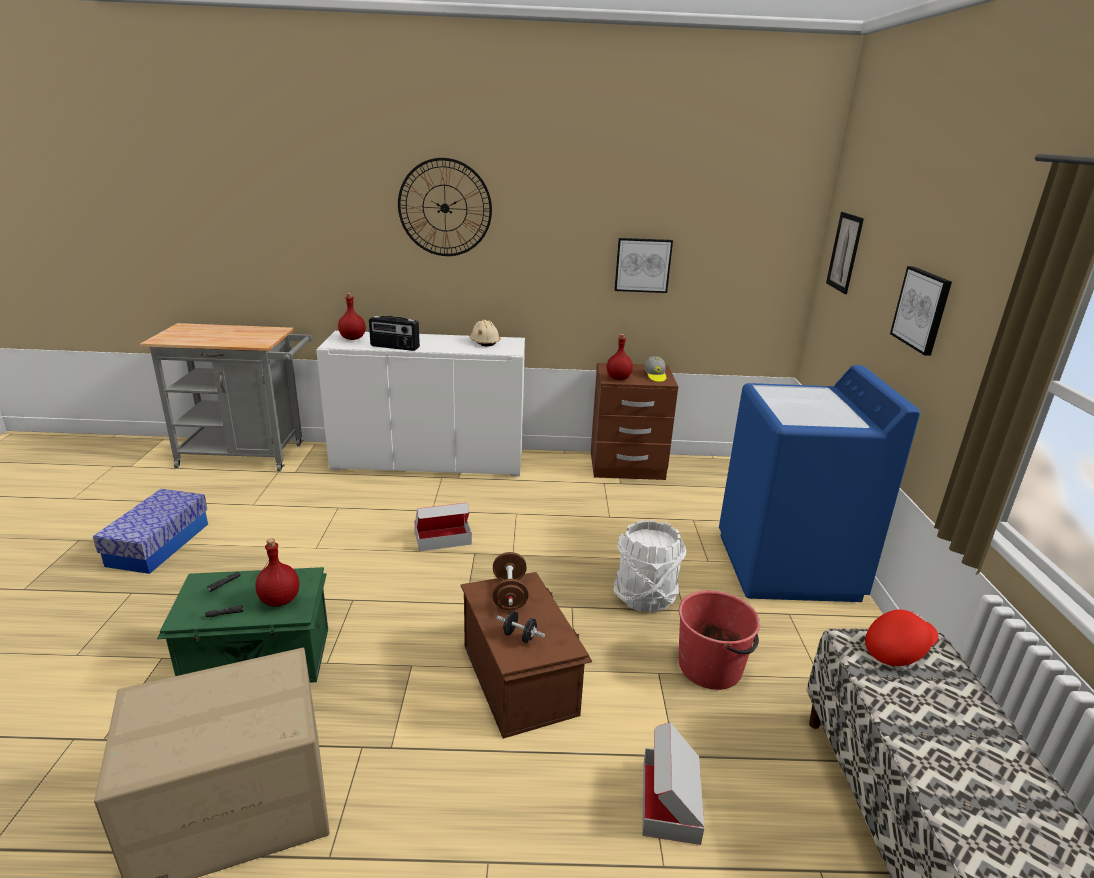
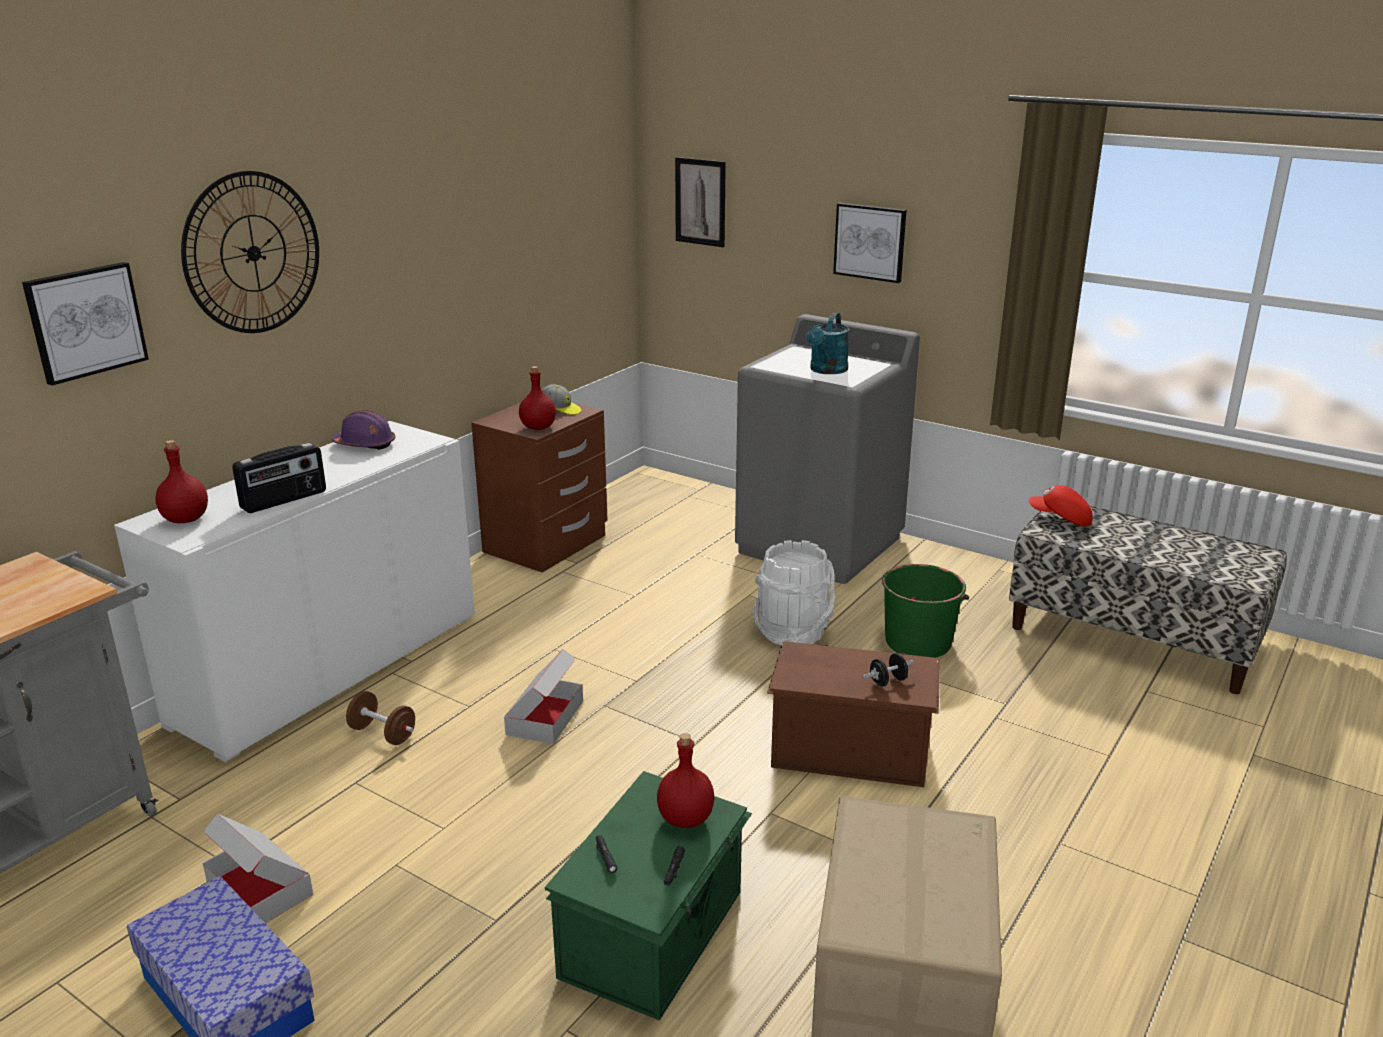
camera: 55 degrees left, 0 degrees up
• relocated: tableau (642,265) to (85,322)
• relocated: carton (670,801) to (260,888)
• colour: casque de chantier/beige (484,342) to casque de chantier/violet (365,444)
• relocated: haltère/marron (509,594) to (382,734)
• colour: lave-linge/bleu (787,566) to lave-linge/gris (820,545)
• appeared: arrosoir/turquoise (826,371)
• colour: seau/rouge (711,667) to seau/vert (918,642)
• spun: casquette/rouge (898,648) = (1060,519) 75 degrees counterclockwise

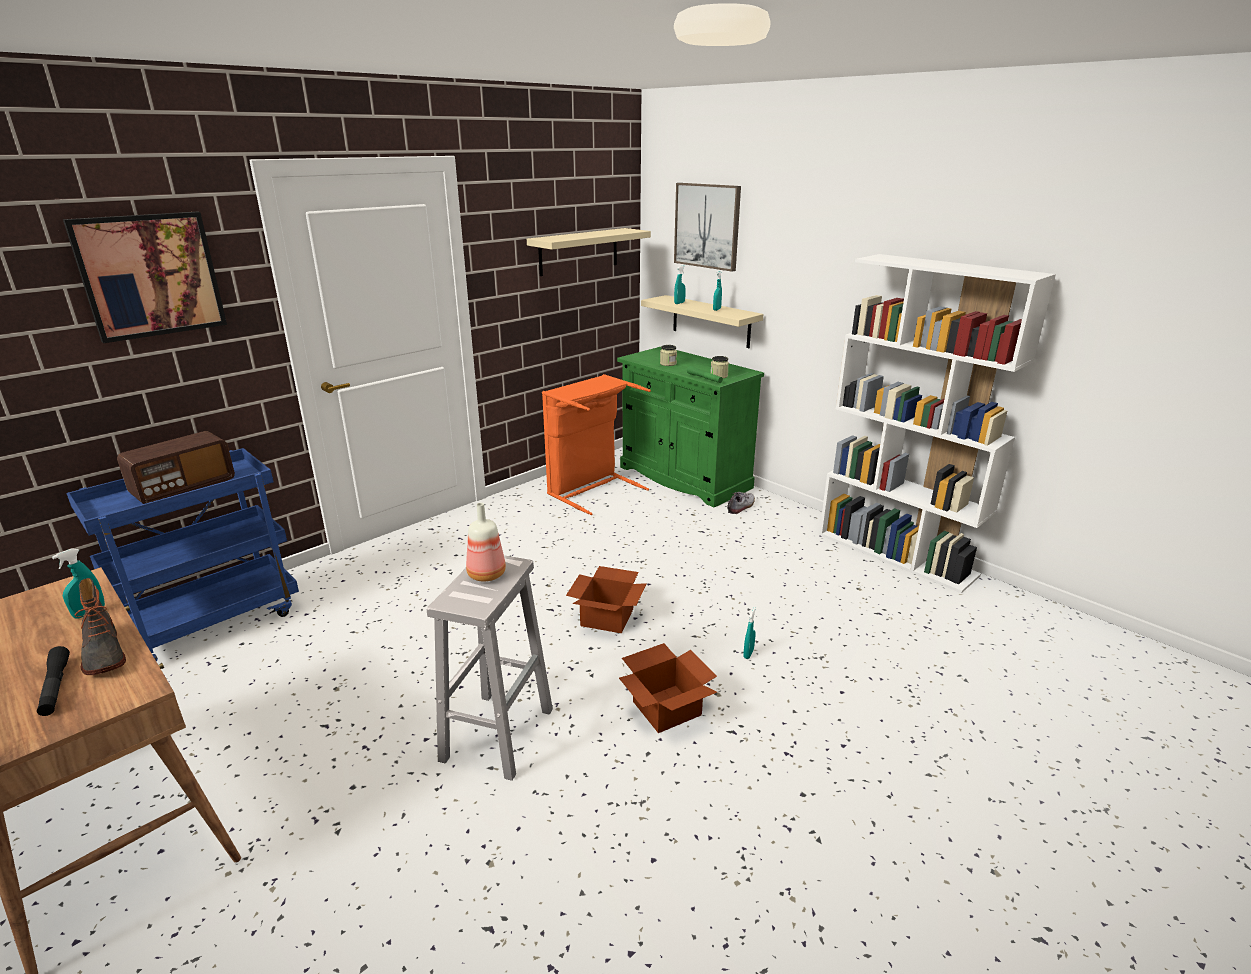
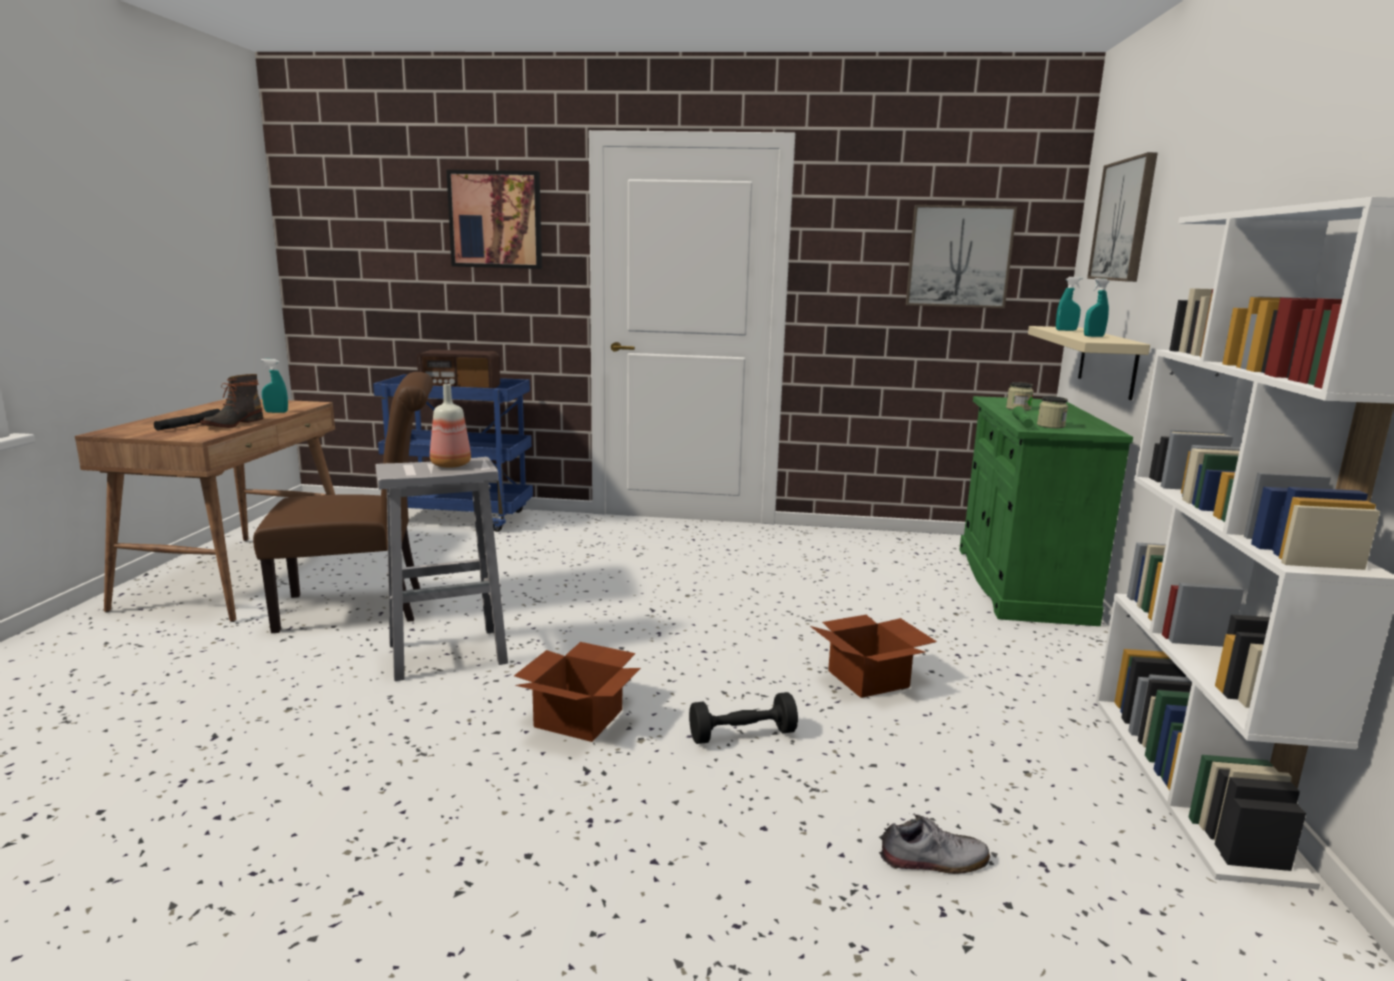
camera: 50 degrees right, 10 degrees down
• appeared: chaise/marron (362,607)
• exchanged: vaporisateur/turquoise (748,653) to haltère/noir (742,735)
• relocated: carton (608,617) to (870,679)
• relocated: chaussure (741,506) to (934,860)
• exchanged: étagère/beige (578,251) to tableau (959,257)
• missing: panier à linge/orange (591,489)

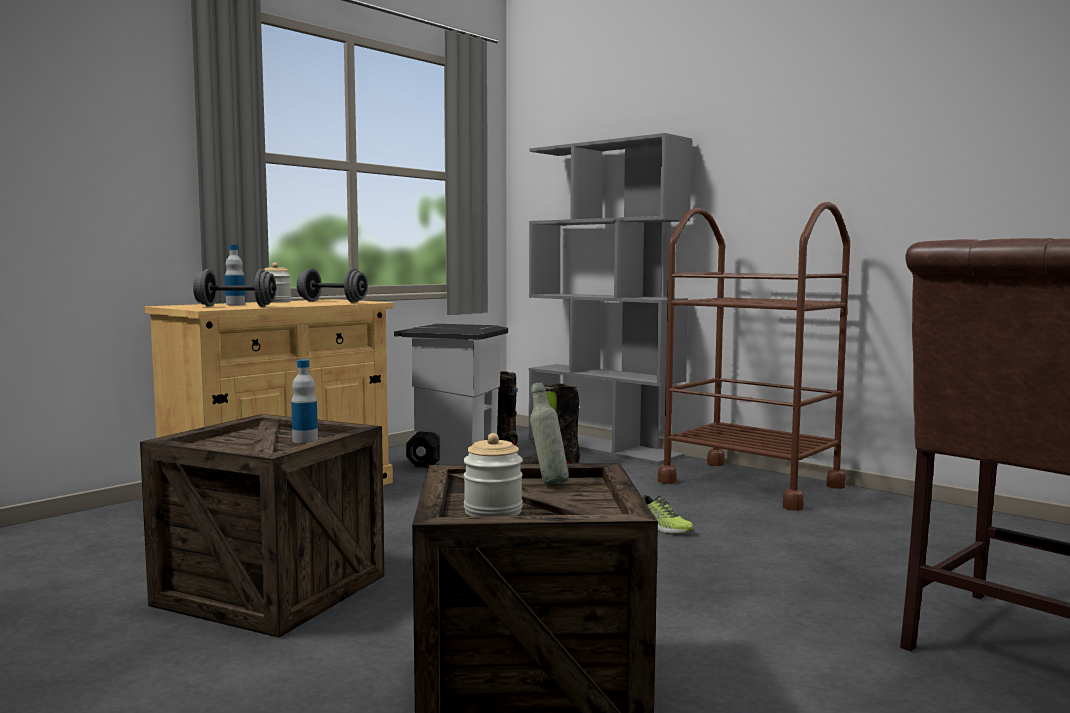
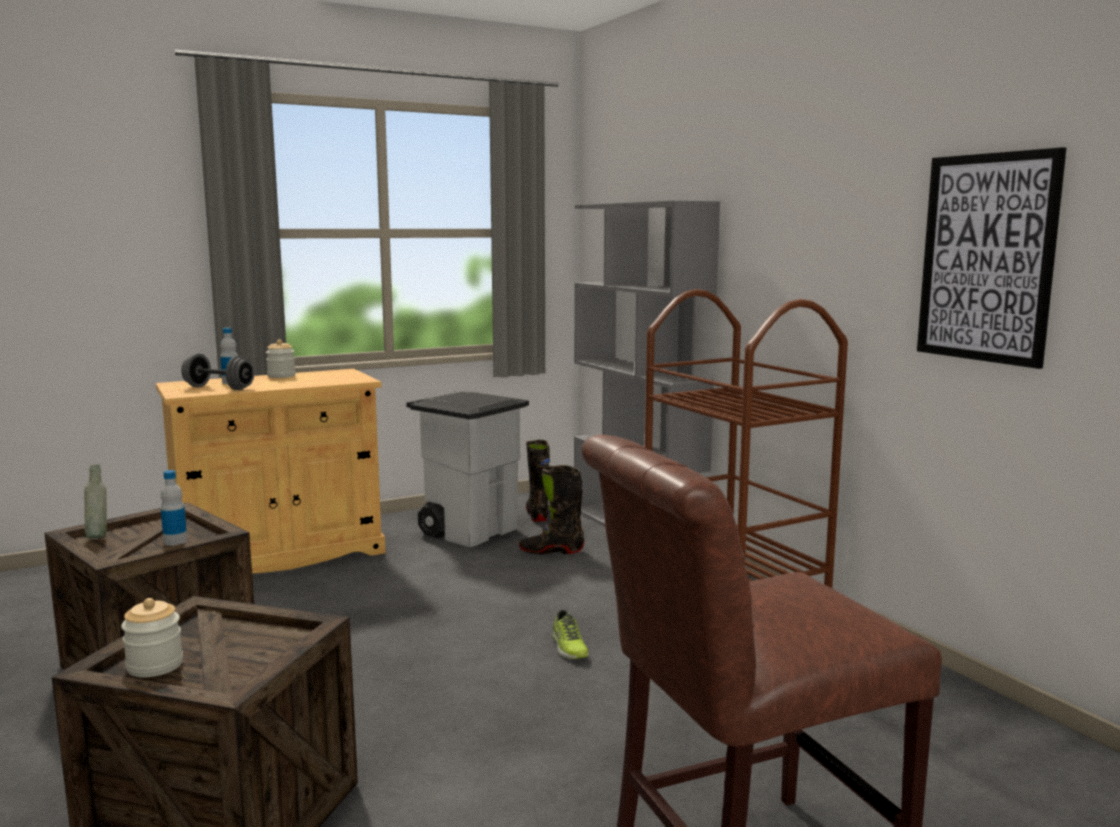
camera: 20 degrees right, 5 degrees up
• relocated: bouteille/gris (548,483) to (98,536)
• appeared: tableau (986,258)
• missing: haltère/gris (332,302)

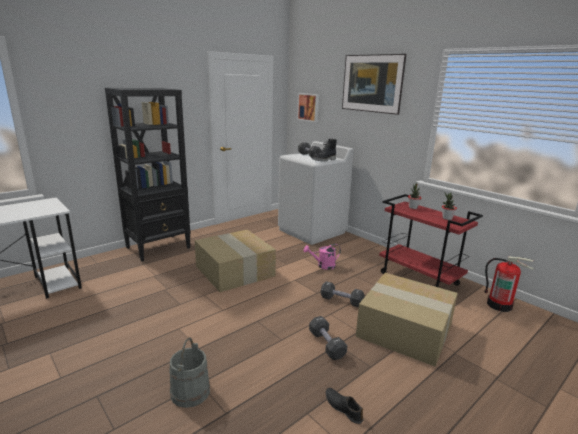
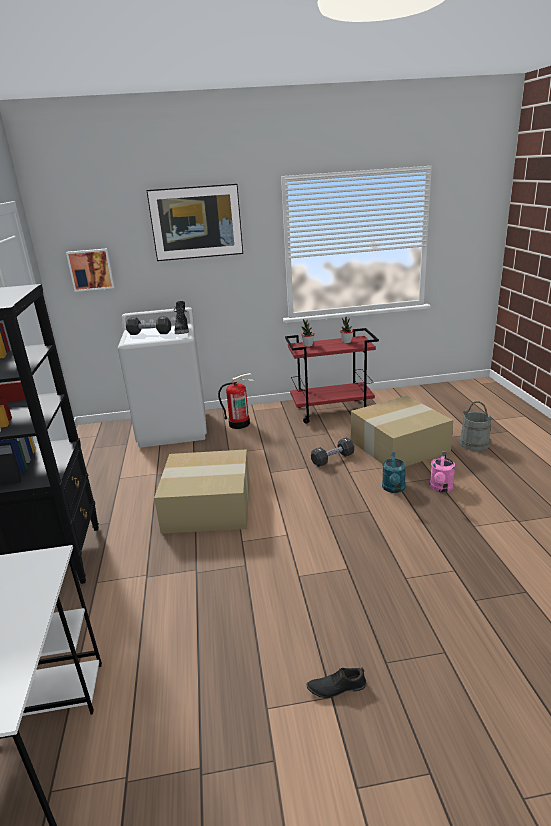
camera: 55 degrees left, 5 degrees up
• relocated: extincteur (499,305) to (239,424)
• relocated: chaussure/noir (343,407) to (336,687)
• exchanged: haltère/noir (326,345) to arrosoir/turquoise (393,489)
• relocated: arrosoir/rose (323,266) to (441,488)
• relocated: seau/gris (190,392) to (474,443)

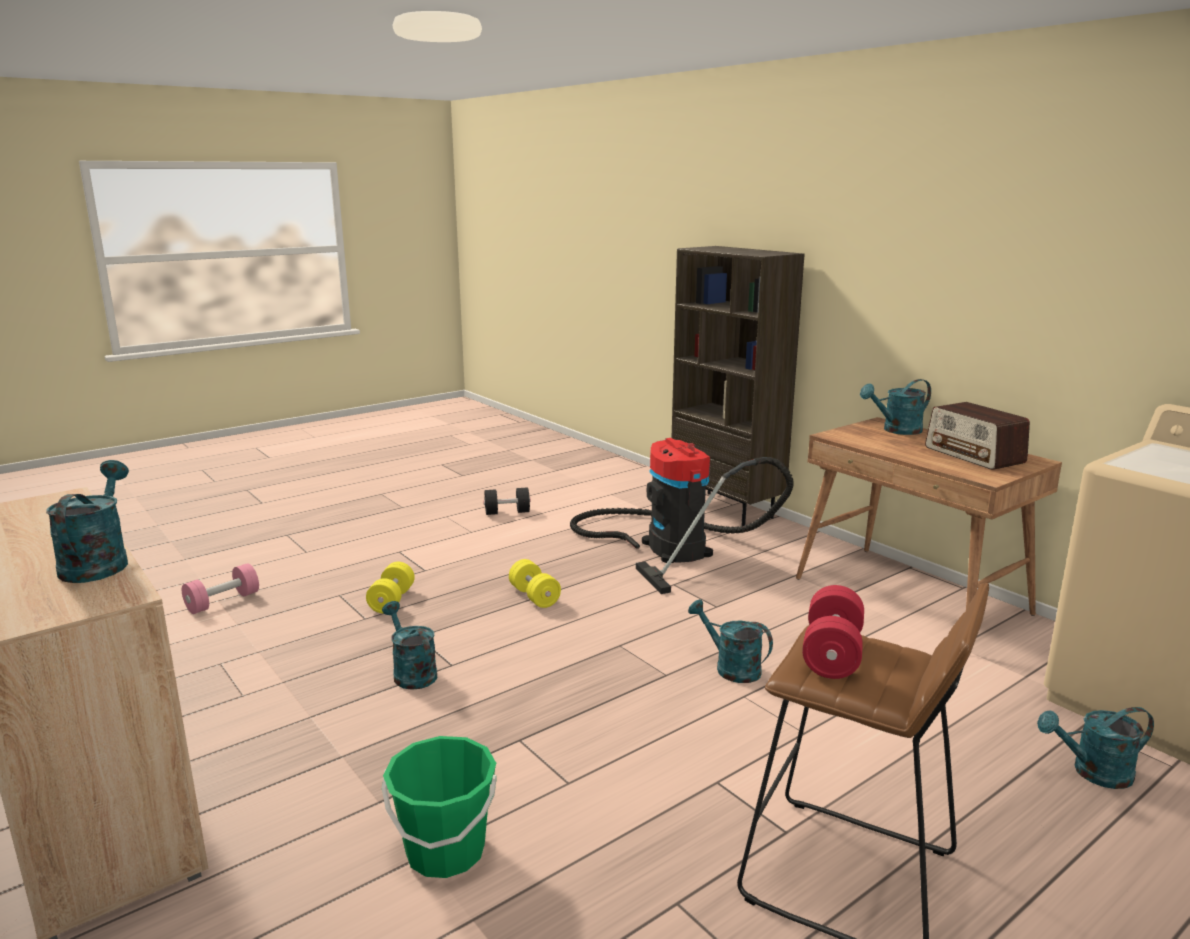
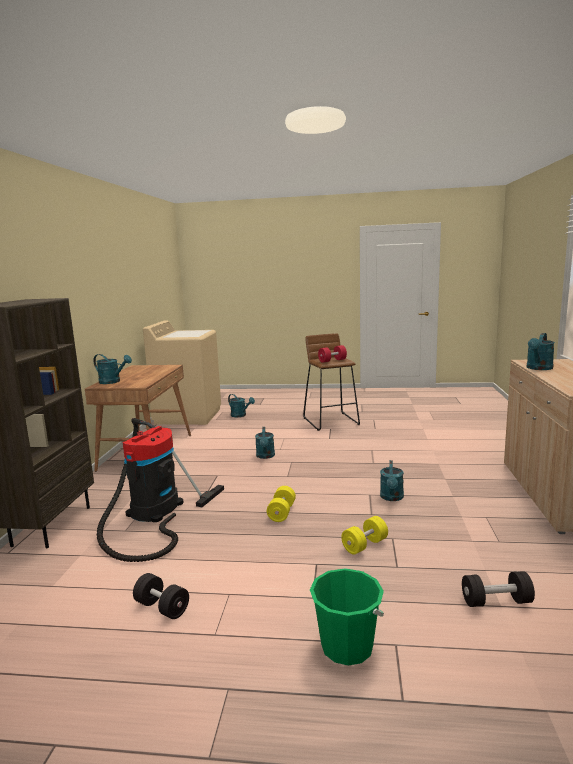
camera: 135 degrees left, 5 degrees down
• relocated: seau/vert (445,851) to (347,646)
• colour: haltère/rose (223,602) to haltère/noir (496,601)
• missing: radio (974,455)

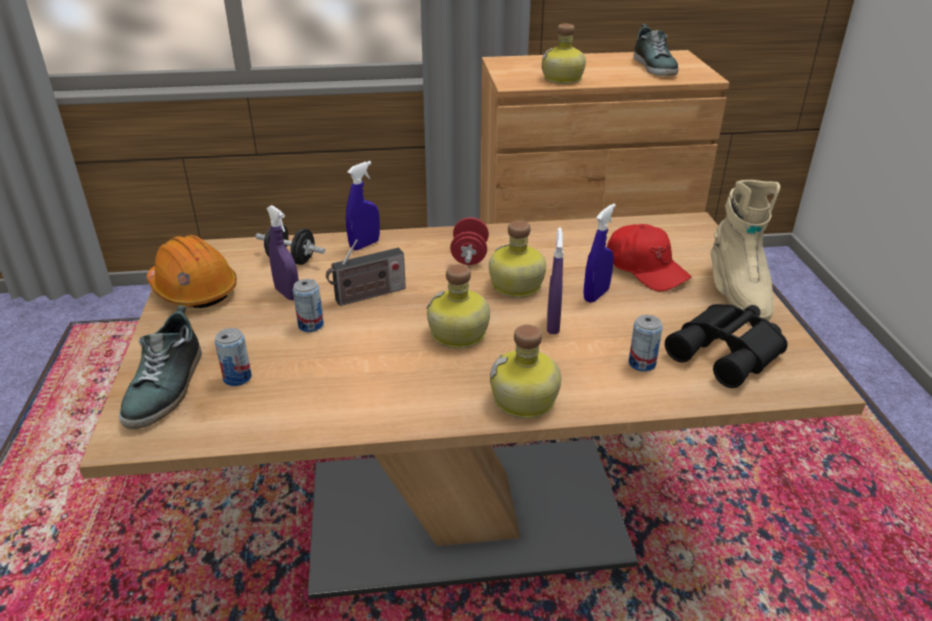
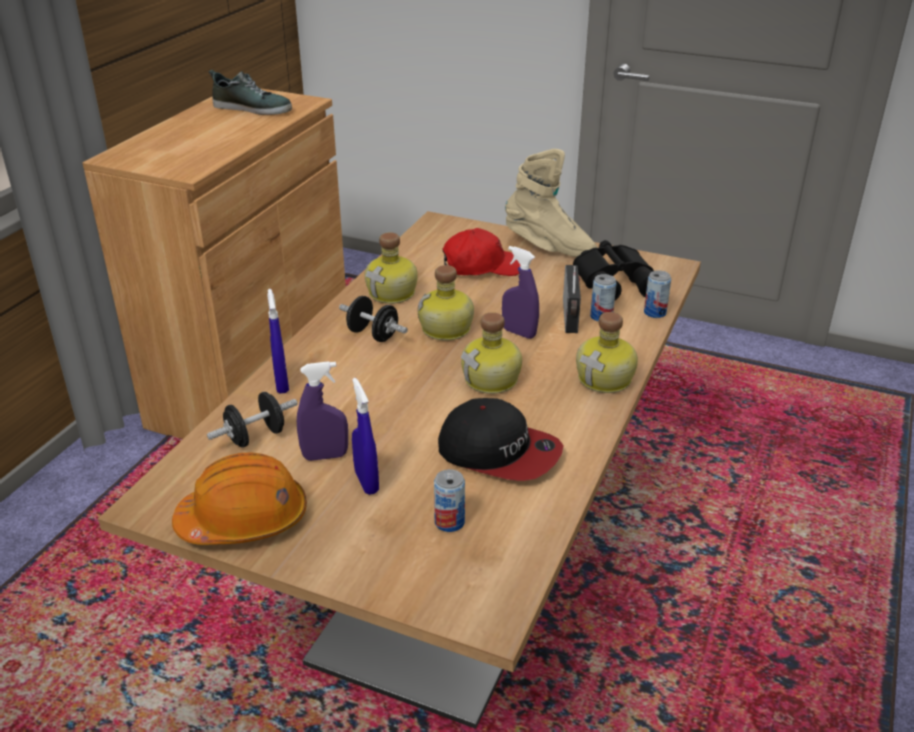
camera: 60 degrees left, 0 degrees up
• colour: haltère/rouge (469,256) to haltère/noir (373,335)
• relocated: vaporisateur/bleu (596,295) to (366,482)
• relocated: bouteille (563,79) to (393,293)
• appeared: casquette (499,452)
• relocated: radio (367,296) to (571,317)
• relocated: boîte métallique (311,325) to (655,312)
• missing: chaussure (166,386)

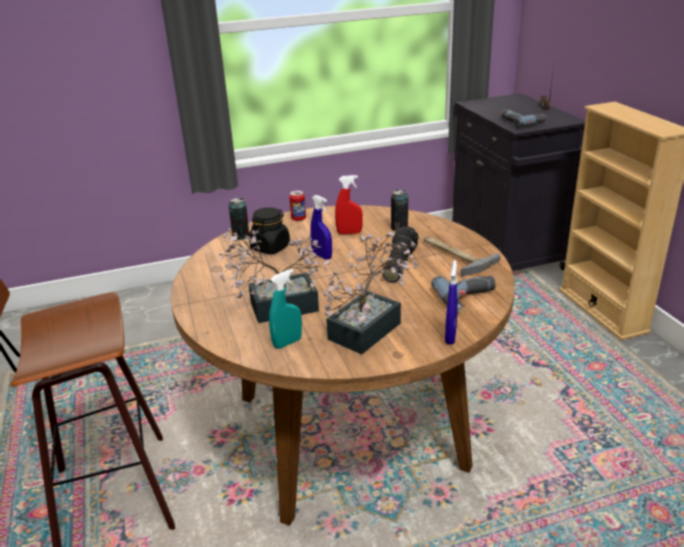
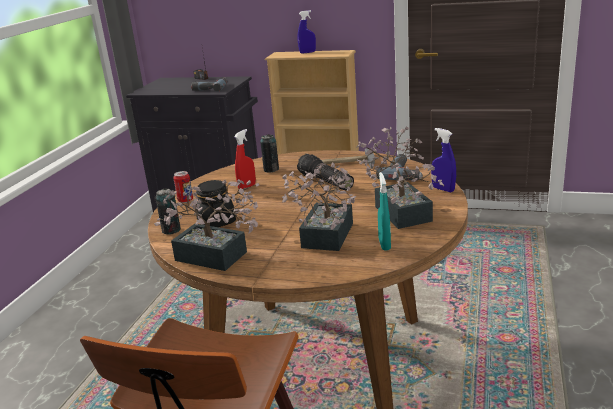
camera: 55 degrees left, 5 degrees down
• appeared: plante en pot (217,258)
• relocated: vaporisateur/bleu (322,256) to (307,52)

